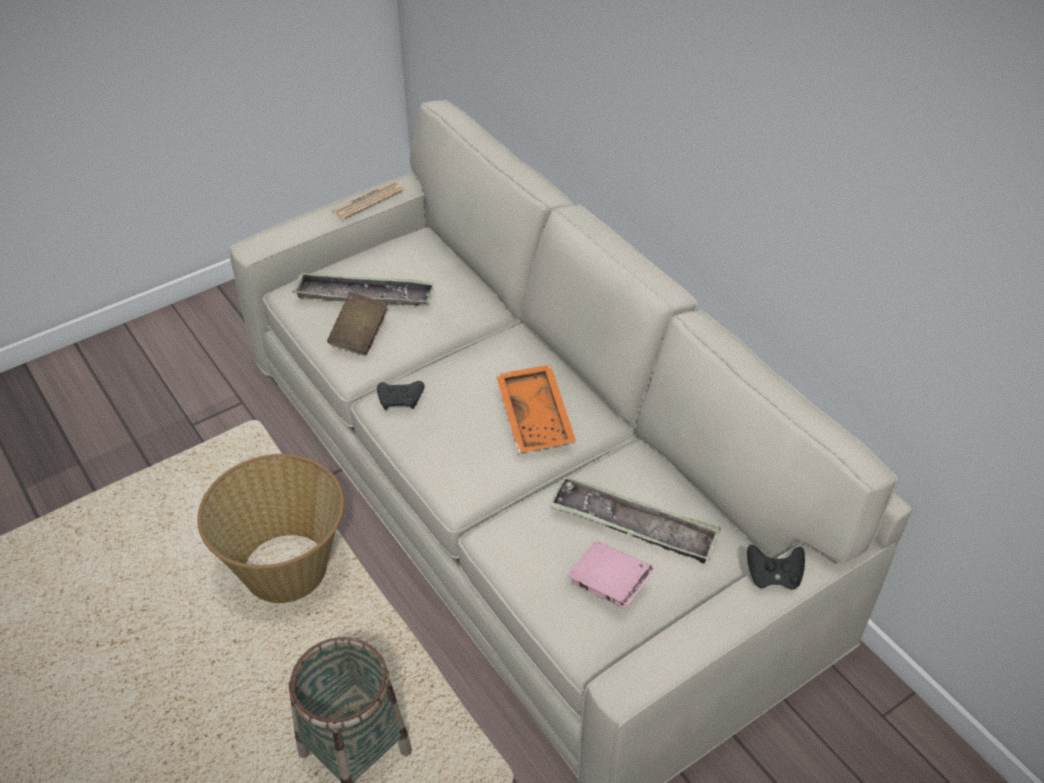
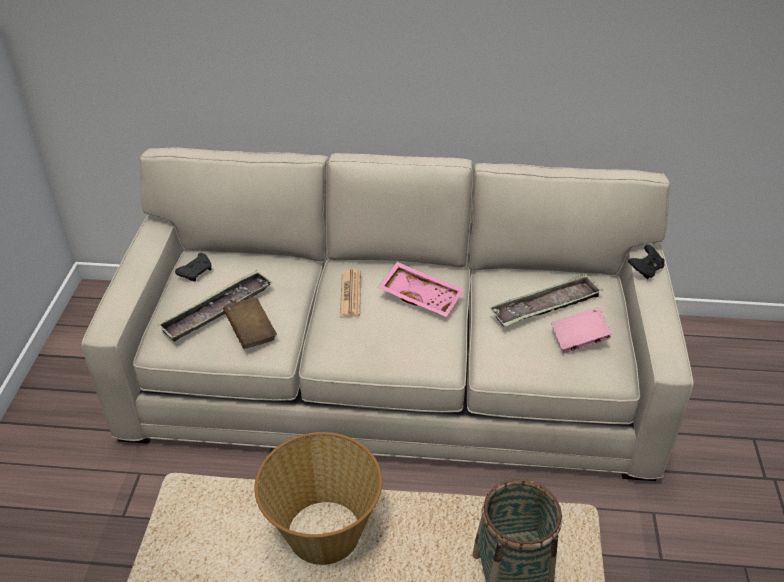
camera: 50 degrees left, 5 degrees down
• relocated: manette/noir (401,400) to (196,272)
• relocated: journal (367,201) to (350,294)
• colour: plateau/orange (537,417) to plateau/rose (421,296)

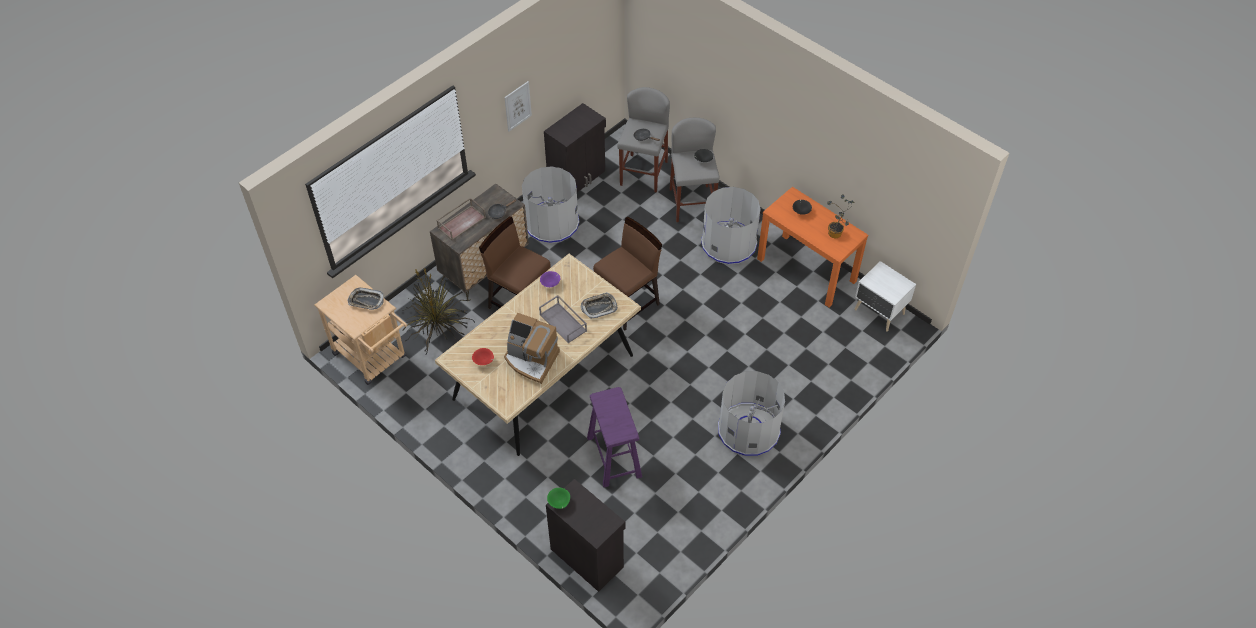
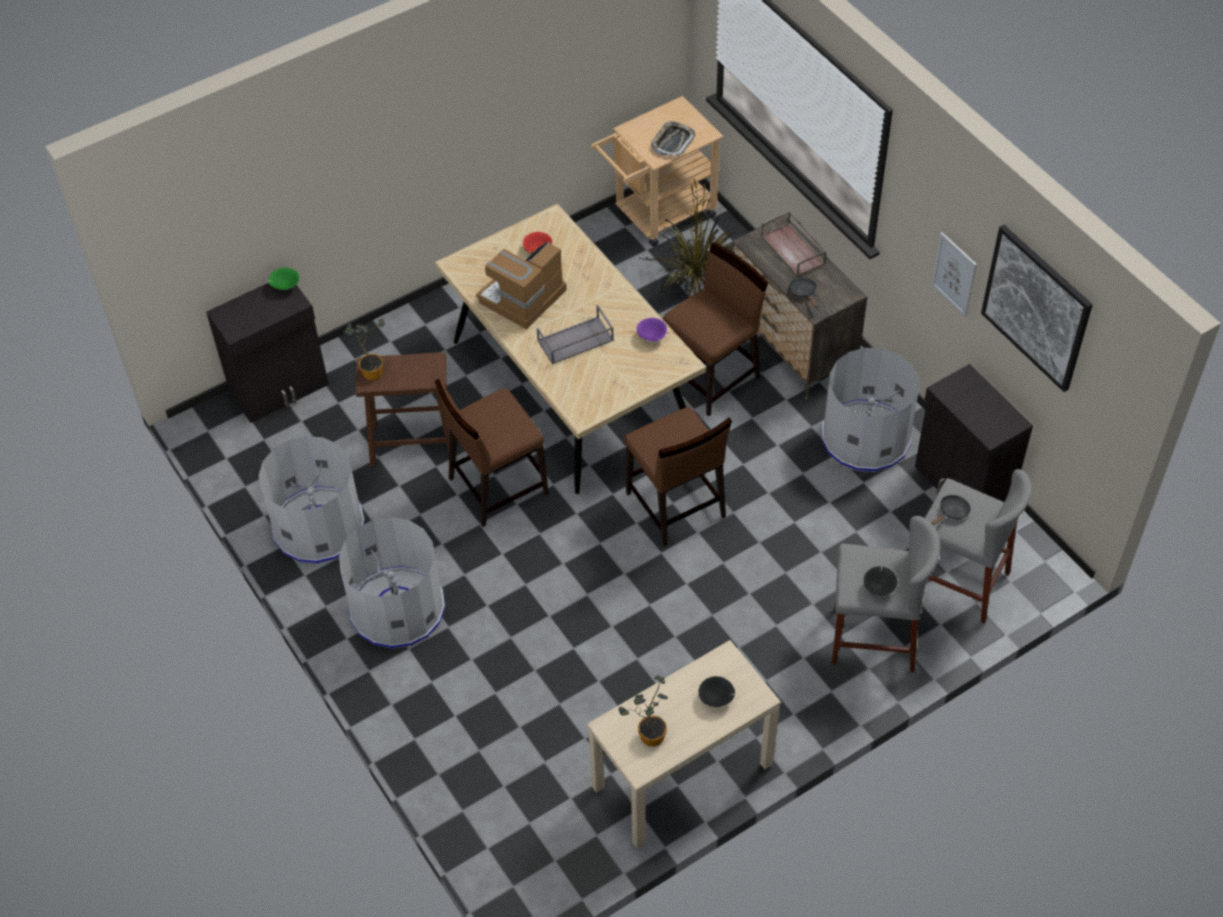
camera: 105 degrees right, 0 degrees up
• relocated: poubelle/gris (728,243) to (318,526)
• appeared: plante en pot (370,370)
• colour: tabouret/violet (614,456) to tabouret/marron (414,442)
• appeared: chaise/marron (496,486)
• colour: table console/orange (807,270) to table console/beige (682,776)
• appeared: tableau (1036,307)
• missing: plateau (599,307)
• missing: table de chevet/blanc (879,313)

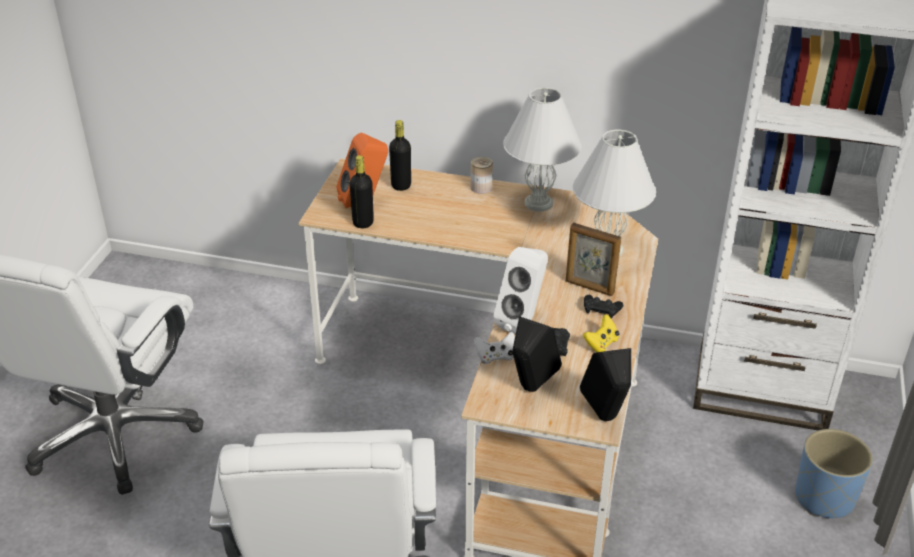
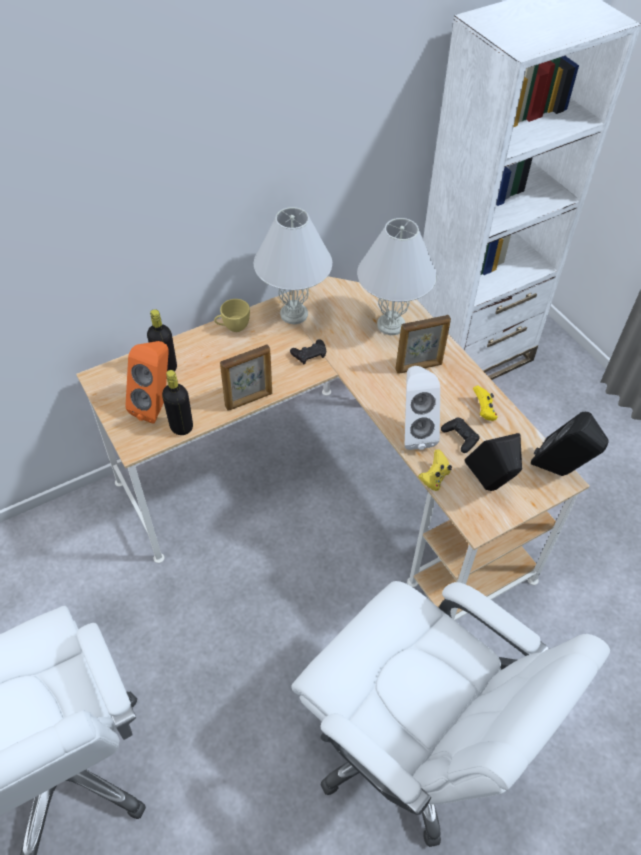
camera: 45 degrees left, 15 degrees up
• exchanged: boîte métallique (481,187) to tasse/jaune (233,327)
• appeared: cadre photo (249,400)
• relocated: manette/noir (601,309) to (309,354)
• colour: manette/blanc (495,357) to manette/jaune (434,478)
• missing: cache-pot/bleu (824,498)

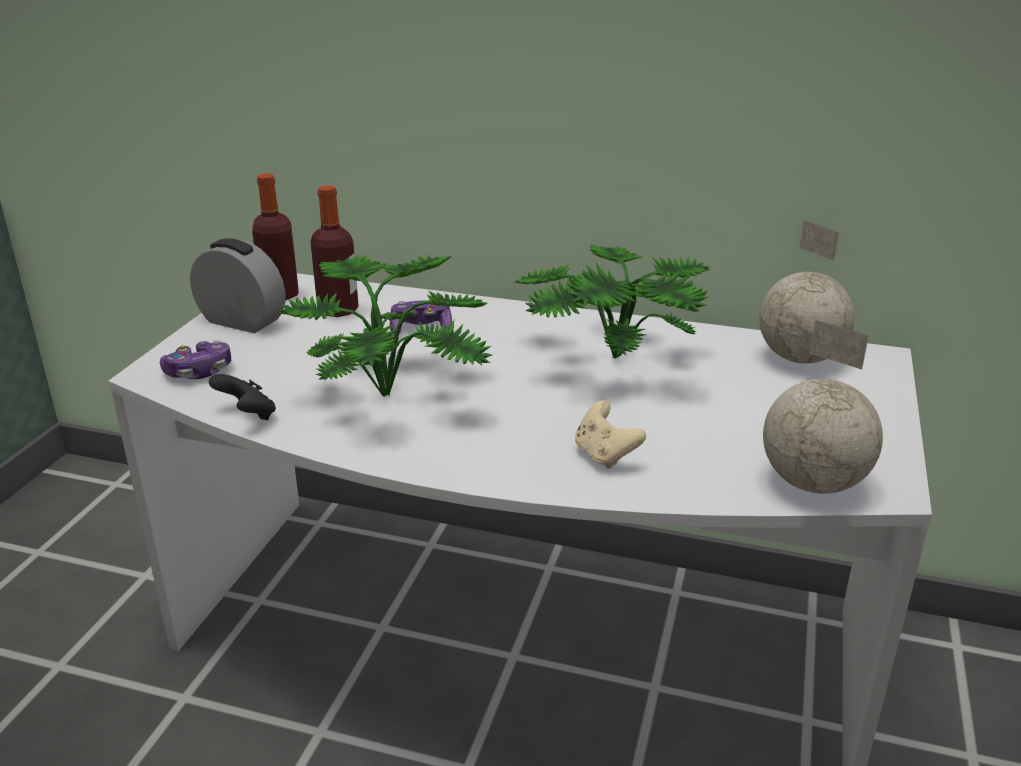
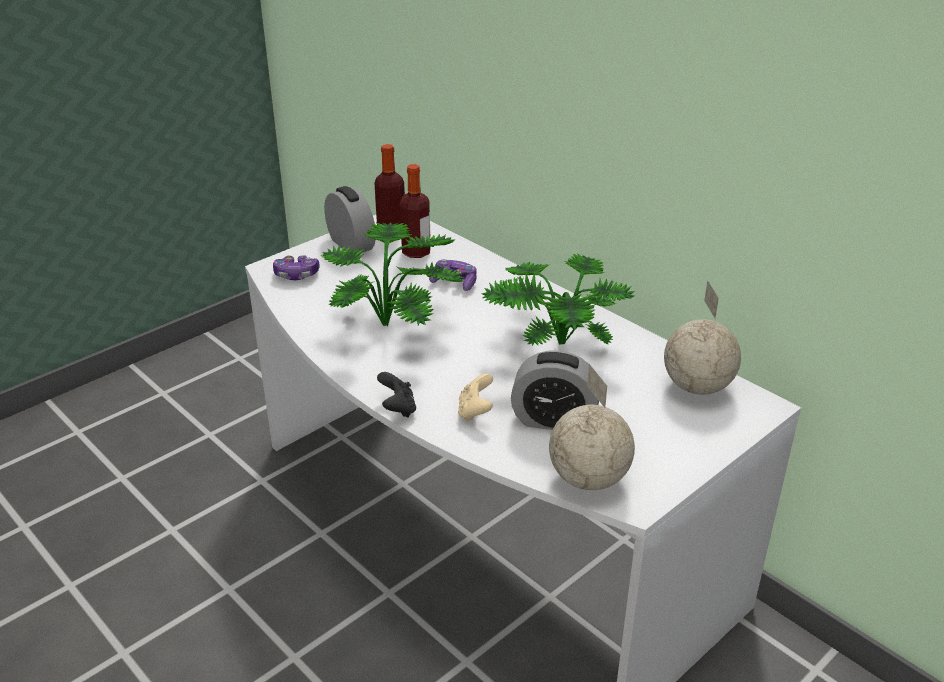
camera: 30 degrees right, 5 degrees up
• relocated: manette/noir (248,416) to (397,408)
• appeared: réveil (554,420)

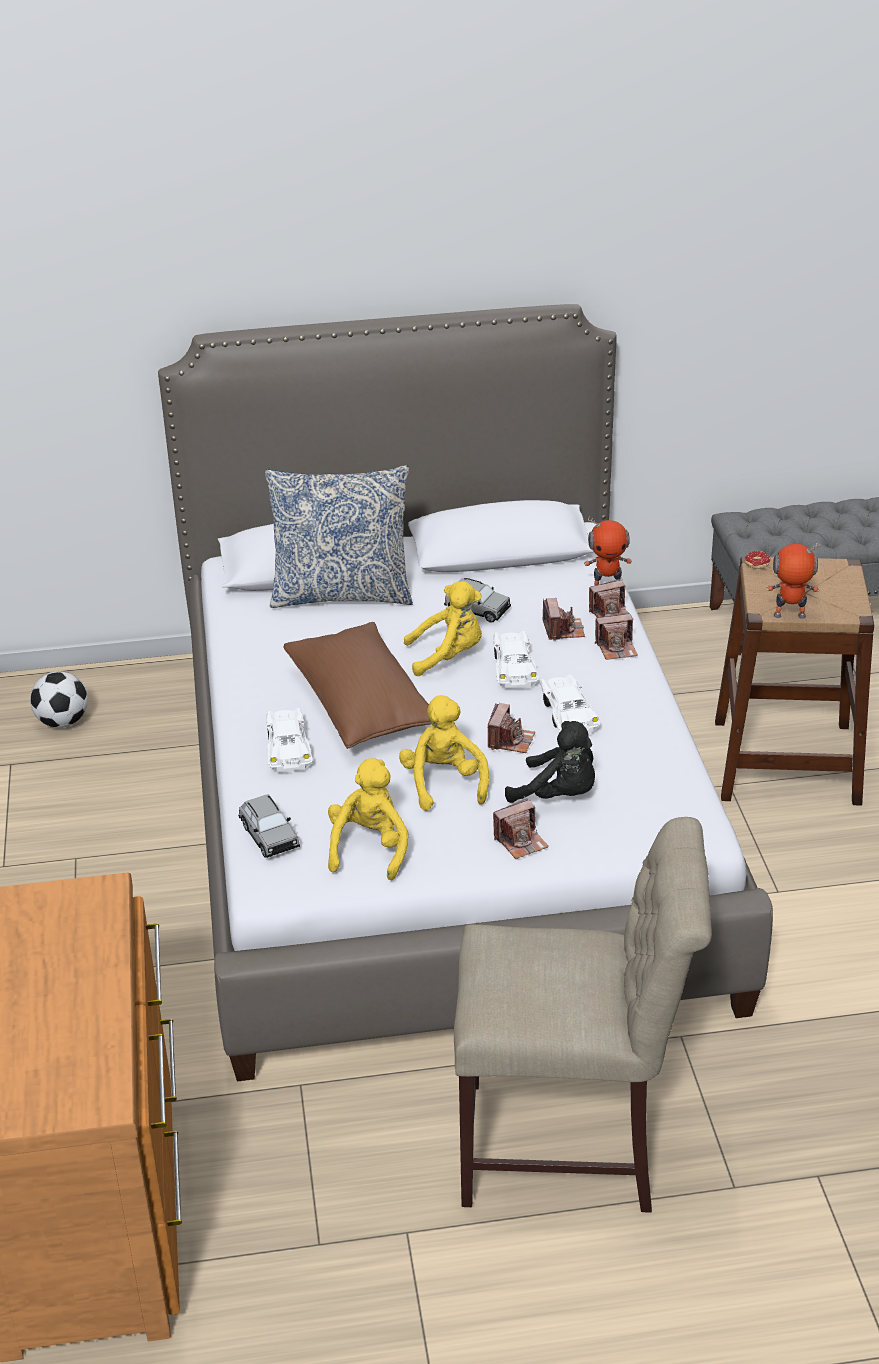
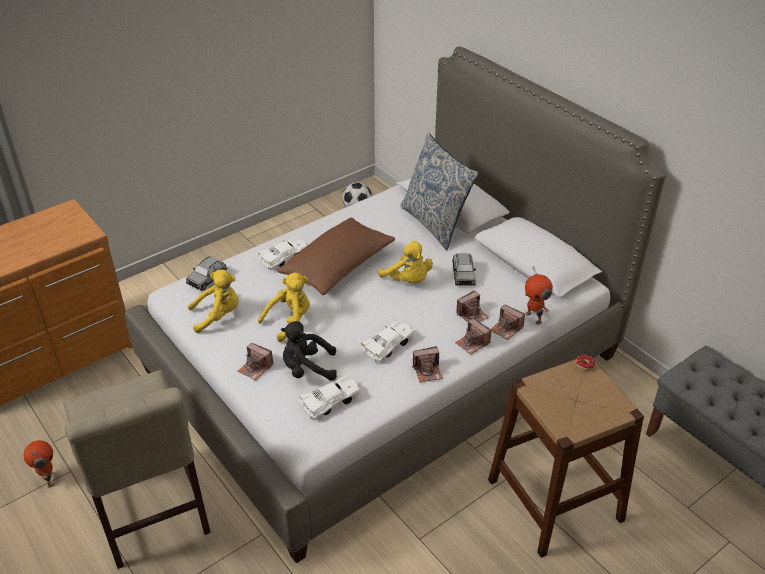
camera: 60 degrees right, 5 degrees up
• relocated: robot jouet (789,616) to (48,479)
• spun: peluche/noir (558,795) = (307,369) 90 degrees clockwise
• relocated: petite voiture/blanc (514,667) to (331,402)
• relocated: appareil photo (510,740) to (427,371)

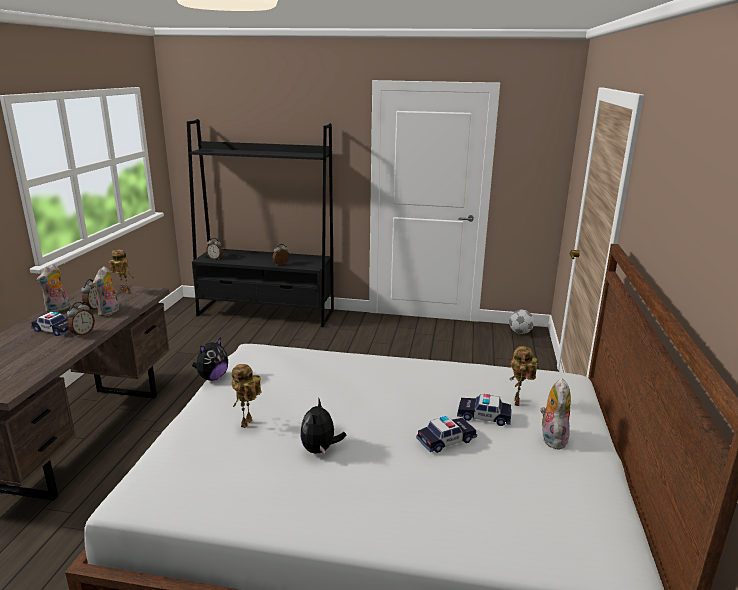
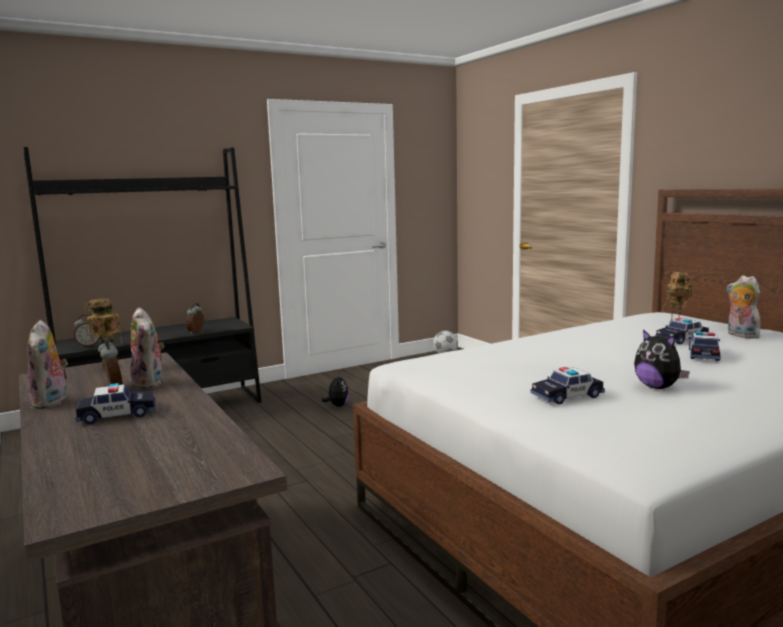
camera: 40 degrees left, 10 degrees down
• relocated: peluche (212,377) to (337,405)
• exchanged: robot jouet (247,424) to petite voiture (567,396)
• missing: réveil (82,333)

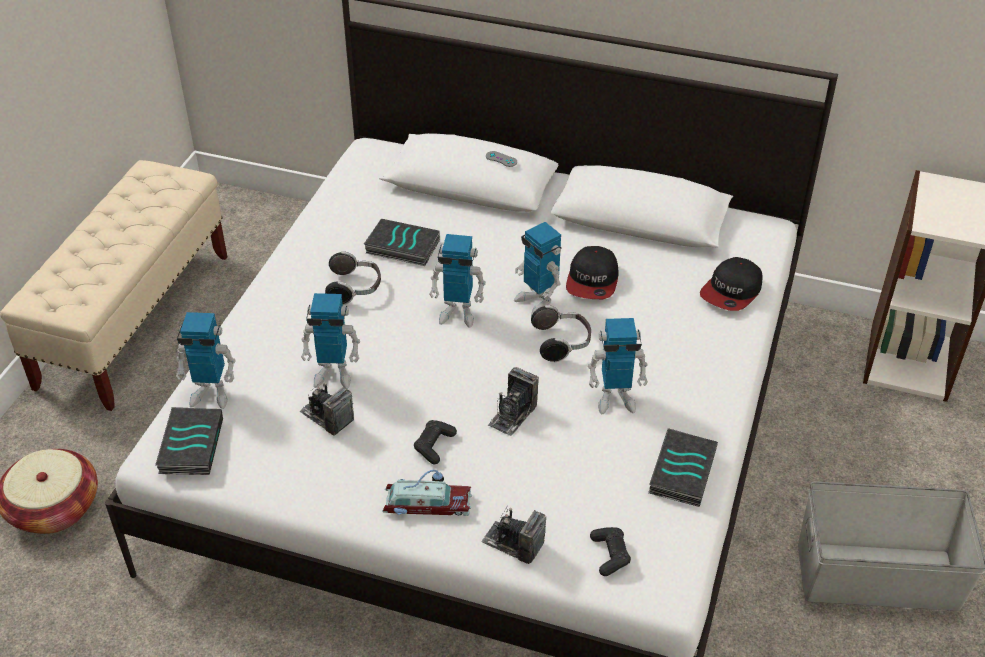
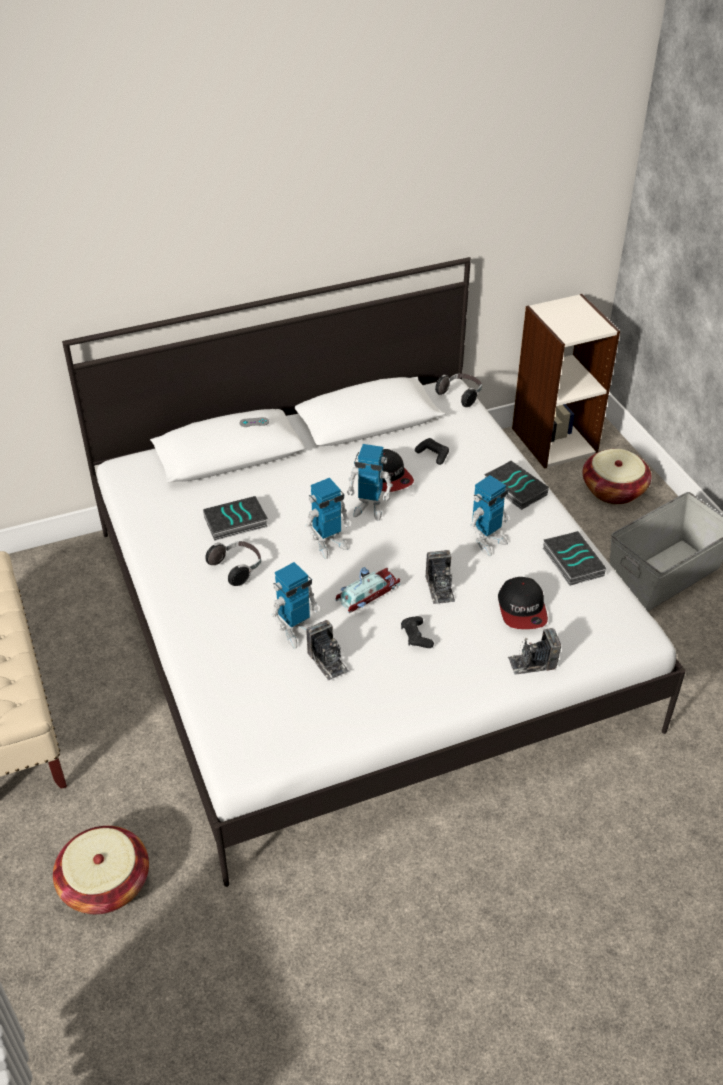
camera: 40 degrees left, 0 degrees up
• spun: appareil photo (327,416) = (327,661) 120 degrees counterclockwise
• relocated: petite voiture (426,502) to (366,593)
• relocated: manette/noir (610,555) to (433,455)
• relocated: casque audio (562,343) to (460,395)
• relocated: livre (190,445) to (514,489)
• relocated: casquette (731,291) to (522,609)
• appeared: panier (613,490)
• missing: robot jouet (211,393)

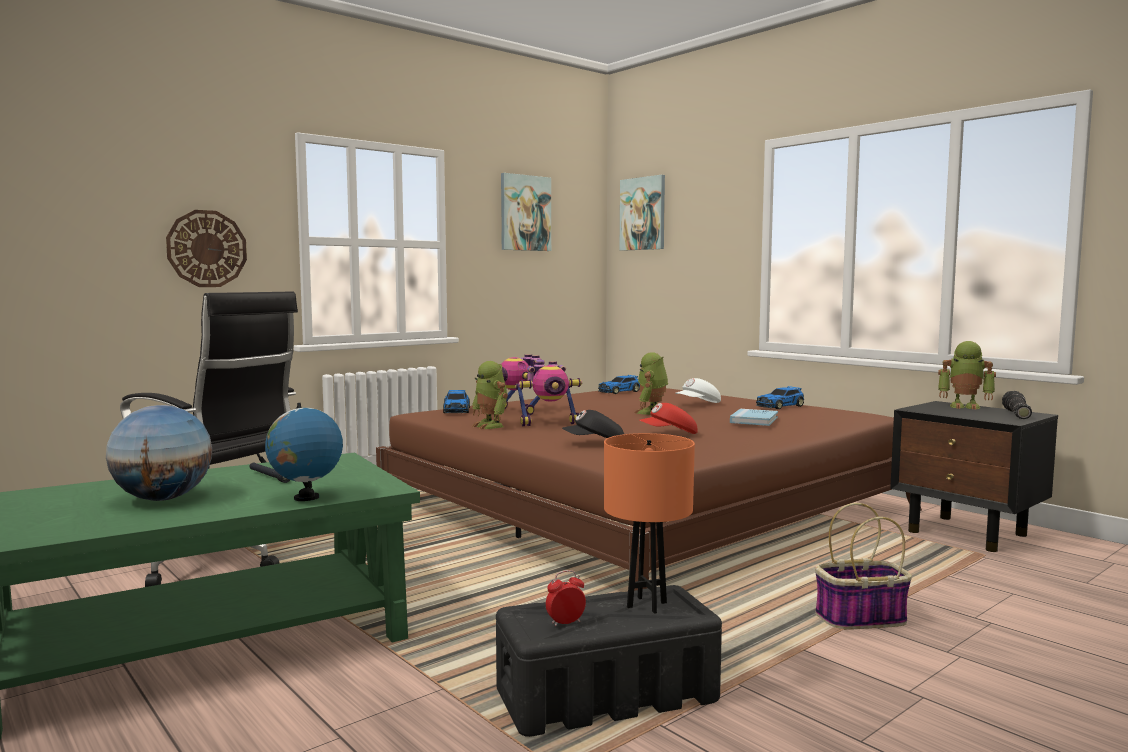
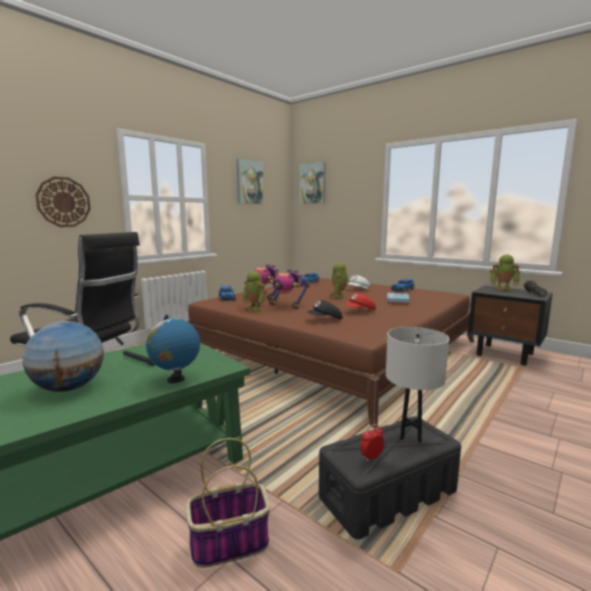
camera: 10 degrees left, 5 degrees up
• relocated: panier (860,619) to (228,543)
• spun: robot jouet (549,423) = (287,305) 60 degrees clockwise
• colour: lampe de table/orange (647,604) to lampe de table/blanc (410,435)

